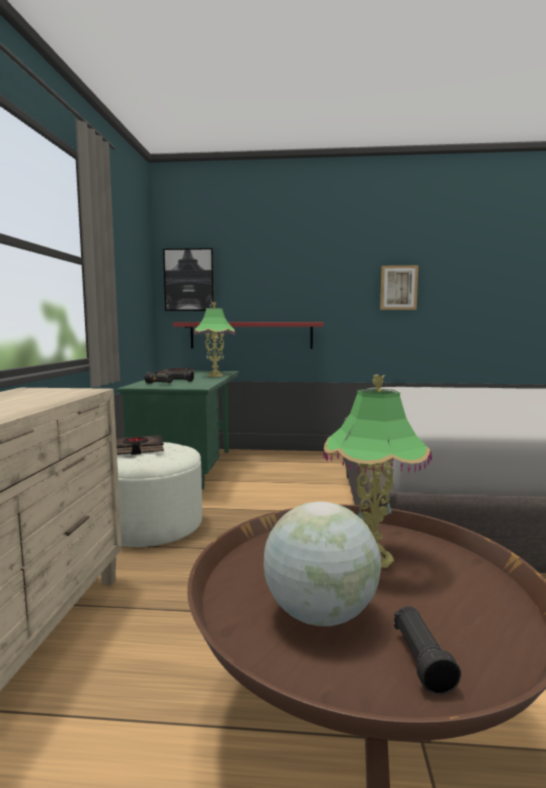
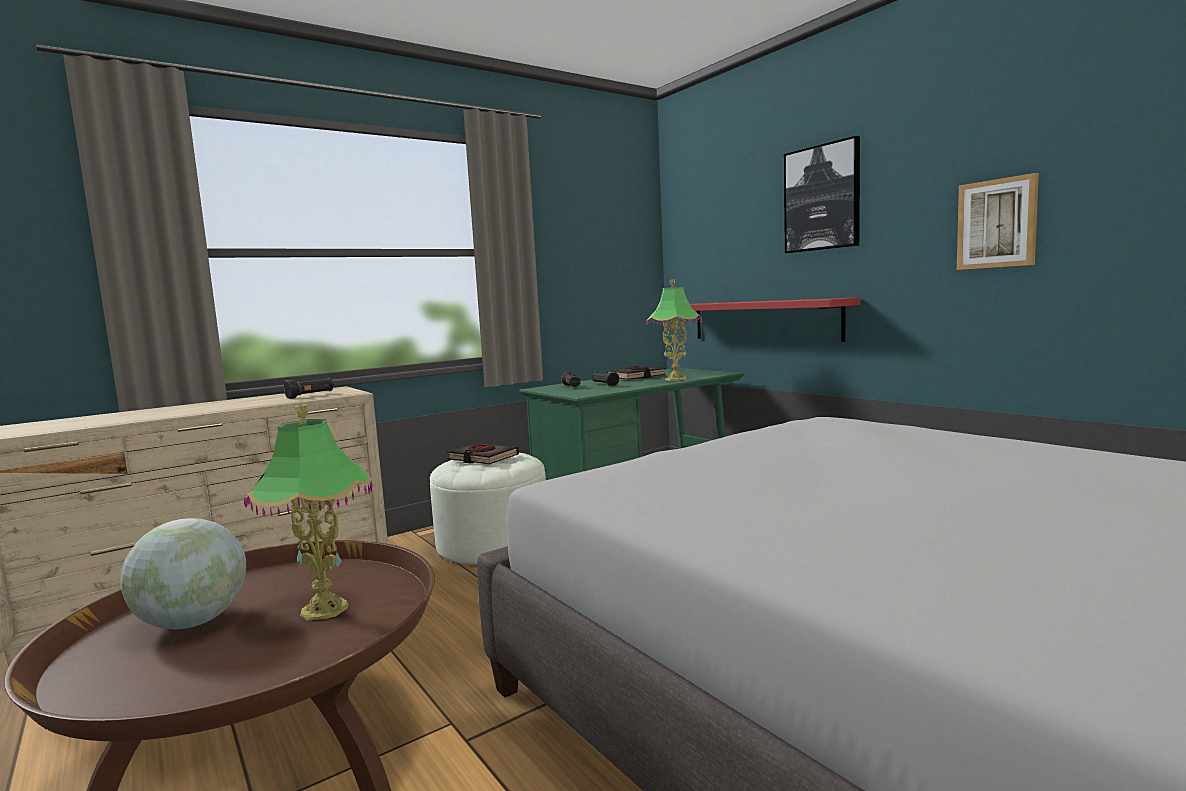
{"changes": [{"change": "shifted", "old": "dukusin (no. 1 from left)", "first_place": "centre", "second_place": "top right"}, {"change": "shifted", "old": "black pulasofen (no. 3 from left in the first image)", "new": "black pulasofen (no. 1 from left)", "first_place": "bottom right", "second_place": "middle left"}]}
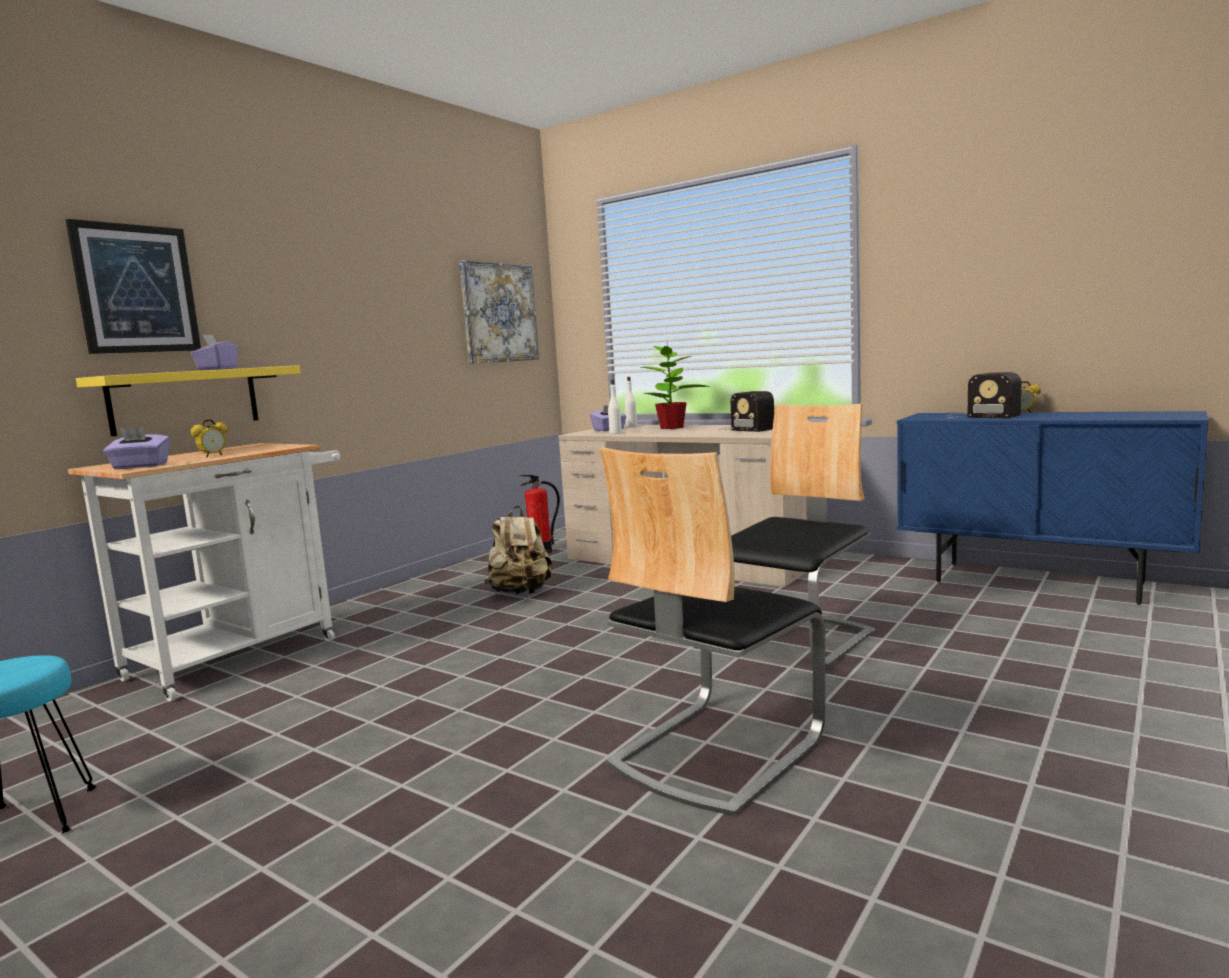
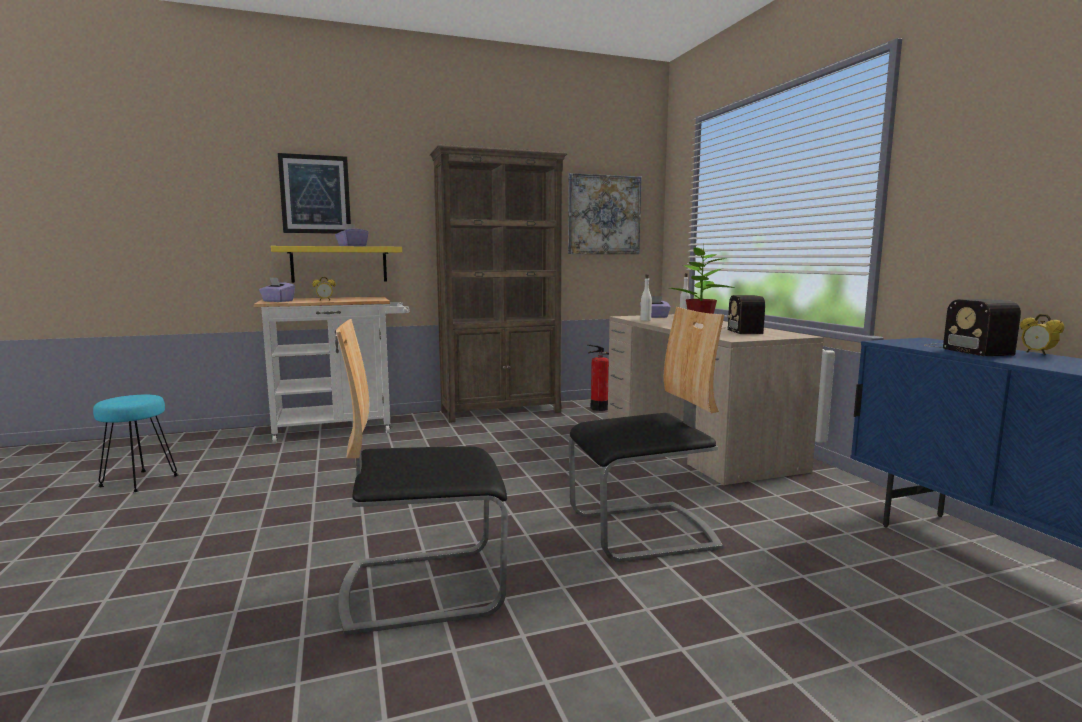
{"changes": [{"change": "gone", "old": "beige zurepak", "first_place": "centre"}, {"change": "new", "new": "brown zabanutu", "second_place": "centre"}]}
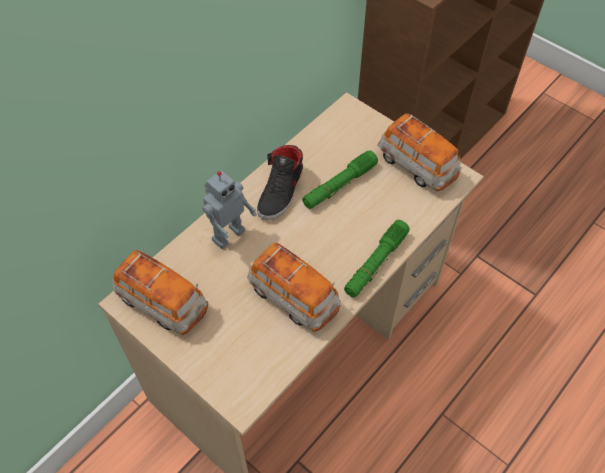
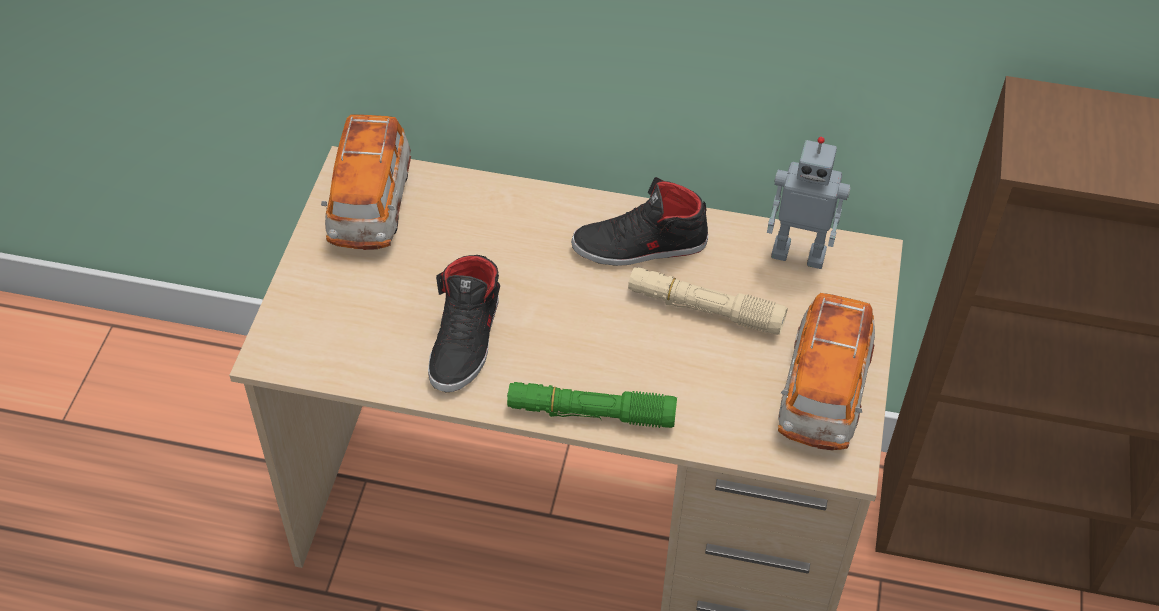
{"changes": [{"change": "shifted", "old": "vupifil", "first_place": "centre", "second_place": "top right"}, {"change": "swapped", "old": "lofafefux (no. 2 from left)", "new": "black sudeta (no. 1 from left)", "first_place": "centre", "second_place": "centre"}, {"change": "repainted", "old": "green pulasofen (no. 1 from left)", "new": "beige pulasofen", "first_place": "centre", "second_place": "centre"}]}
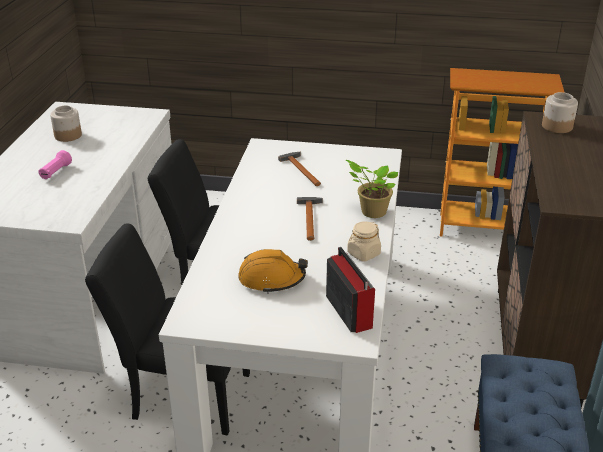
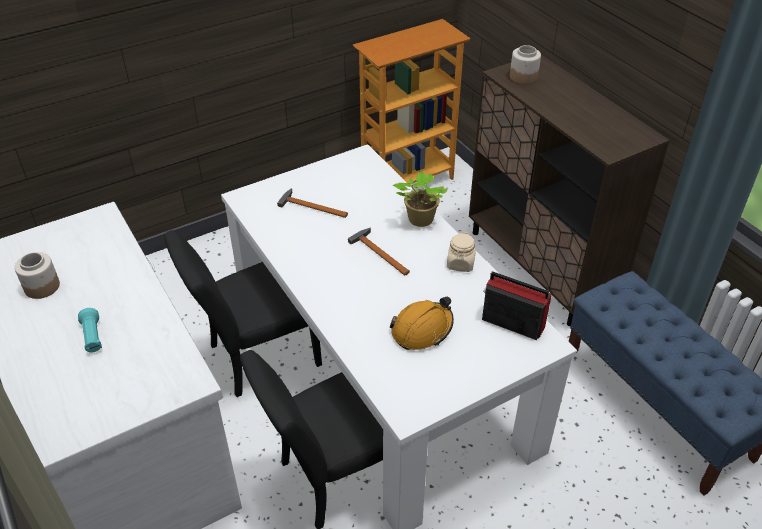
{"changes": [{"change": "repainted", "old": "pink pulasofen", "new": "turquoise pulasofen", "first_place": "middle left", "second_place": "middle left"}]}
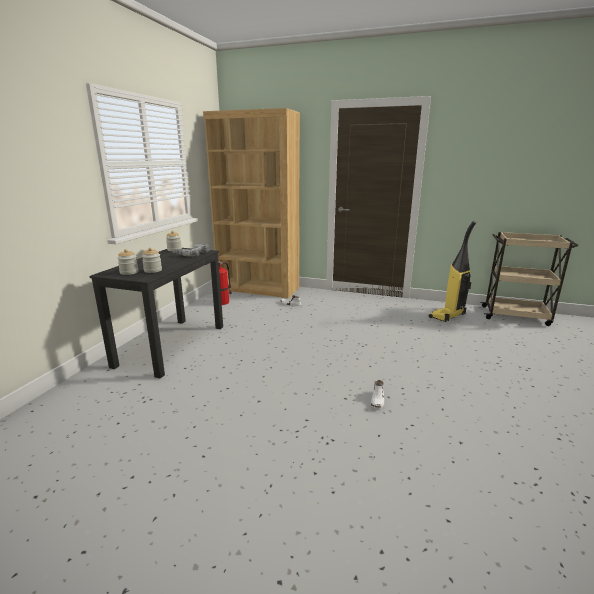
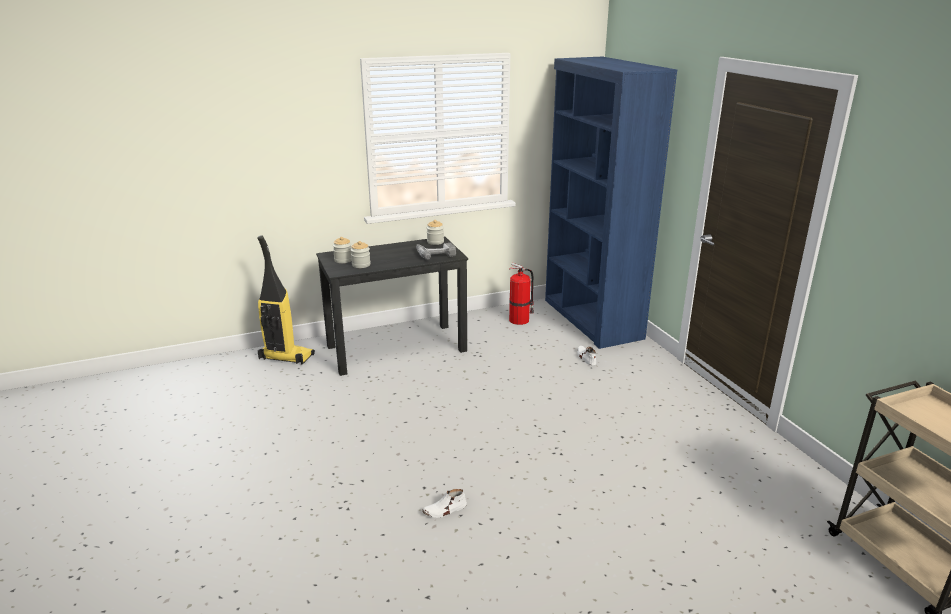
{"changes": [{"change": "shifted", "old": "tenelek", "first_place": "middle right", "second_place": "middle left"}, {"change": "repainted", "old": "brown zabanutu", "new": "blue zabanutu", "first_place": "centre", "second_place": "top centre"}]}
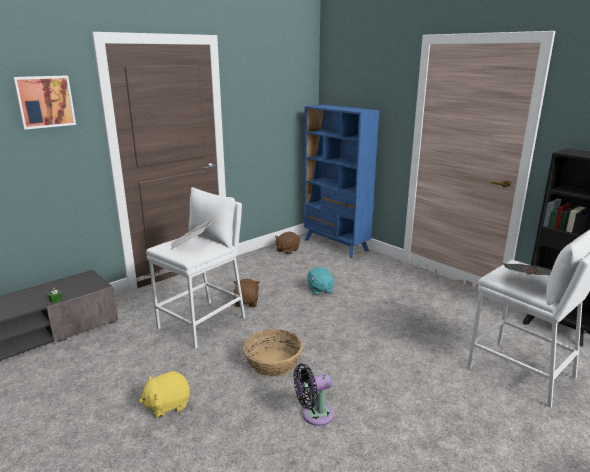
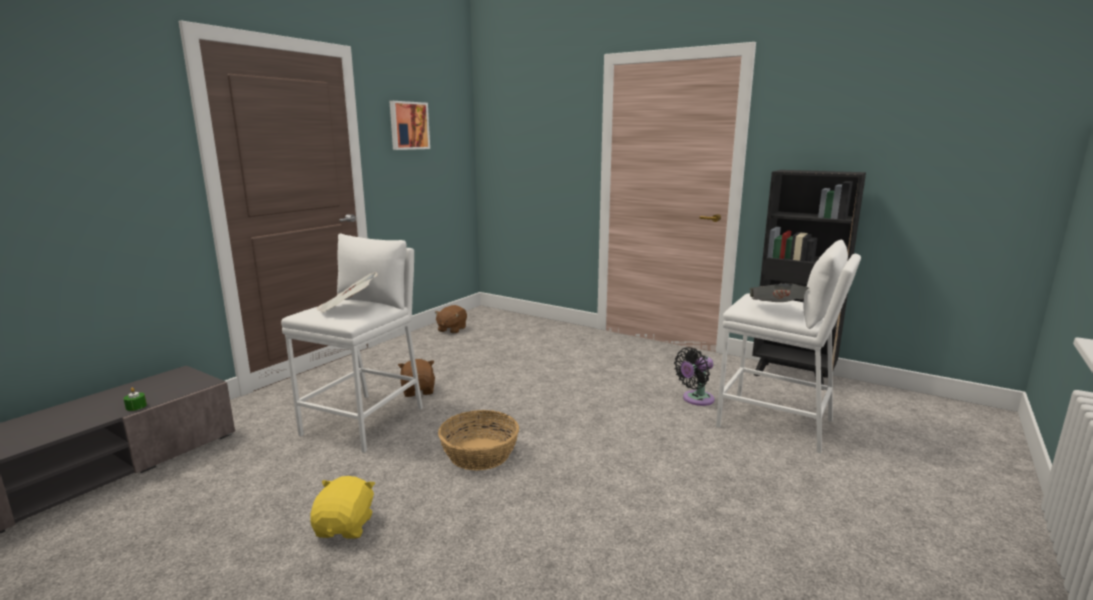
{"changes": [{"change": "gone", "old": "blue zabanutu", "first_place": "centre"}, {"change": "gone", "old": "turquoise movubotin", "first_place": "centre"}, {"change": "shifted", "old": "dukusin", "first_place": "top left", "second_place": "top centre"}, {"change": "shifted", "old": "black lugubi", "first_place": "bottom centre", "second_place": "centre"}, {"change": "rotated", "old": "yellow movubotin", "first_place": "bottom left", "second_place": "bottom left", "degrees": 135}]}
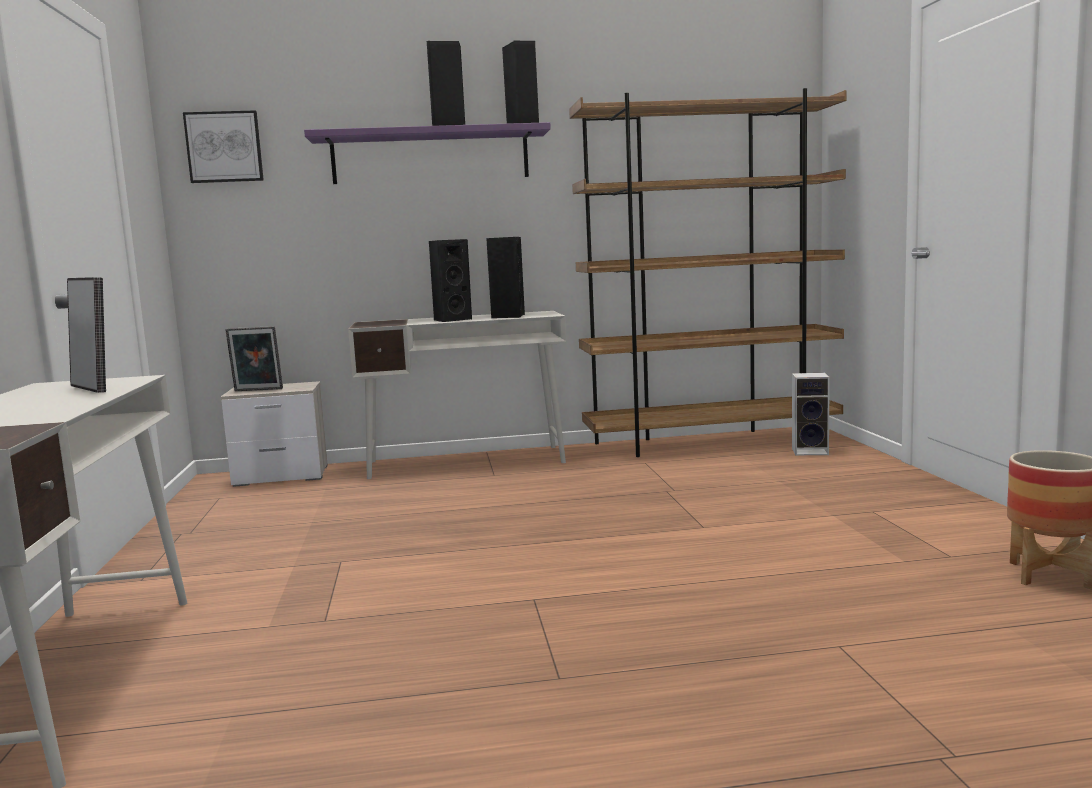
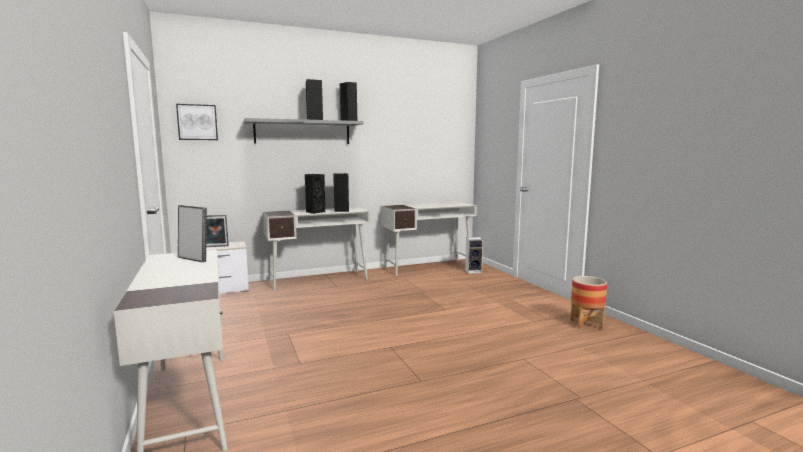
{"changes": [{"change": "swapped", "old": "brown zabanutu", "new": "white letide (no. 3 from left)", "first_place": "centre", "second_place": "centre"}, {"change": "repainted", "old": "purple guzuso", "new": "grey guzuso", "first_place": "top centre", "second_place": "top centre"}]}
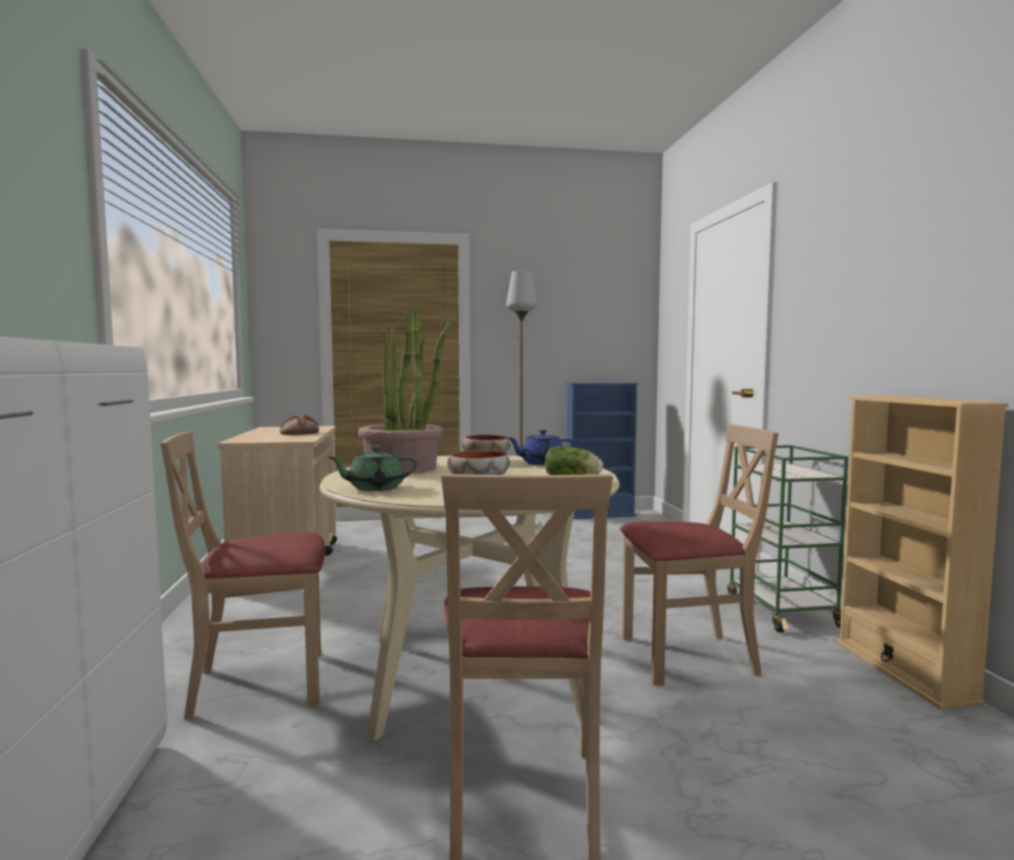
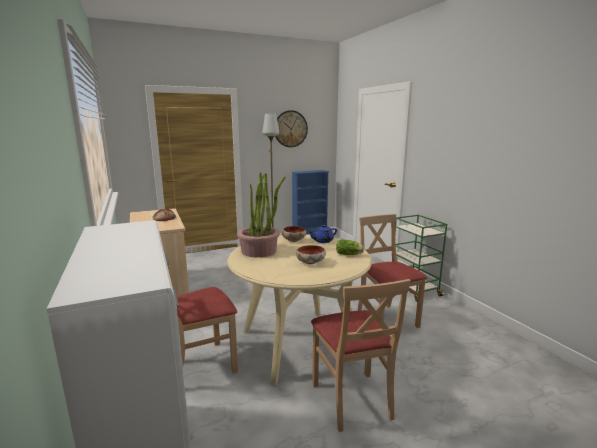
{"changes": [{"change": "gone", "old": "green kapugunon", "first_place": "centre"}, {"change": "gone", "old": "beige zabanutu", "first_place": "middle right"}, {"change": "new", "new": "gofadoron", "second_place": "top centre"}, {"change": "rotated", "old": "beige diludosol (no. 3 from left)", "first_place": "middle right", "second_place": "centre", "degrees": -90}]}
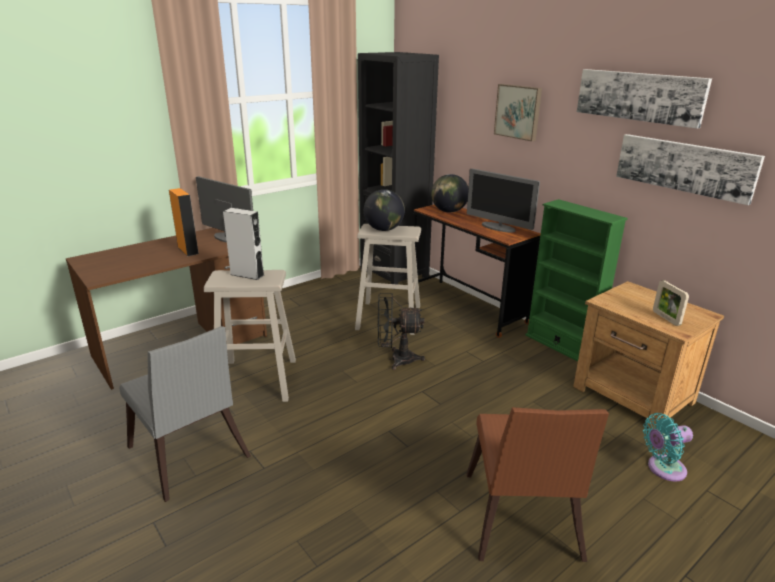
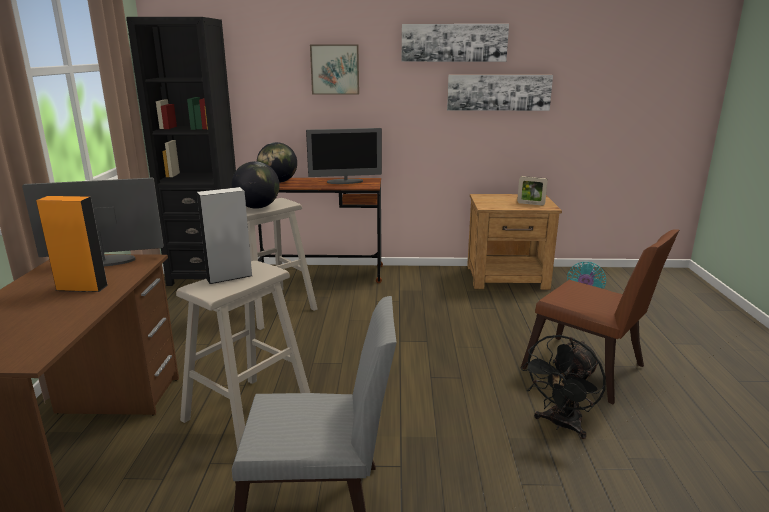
{"changes": [{"change": "gone", "old": "green zabanutu", "first_place": "middle right"}, {"change": "shifted", "old": "black lugubi", "first_place": "centre", "second_place": "bottom right"}]}
